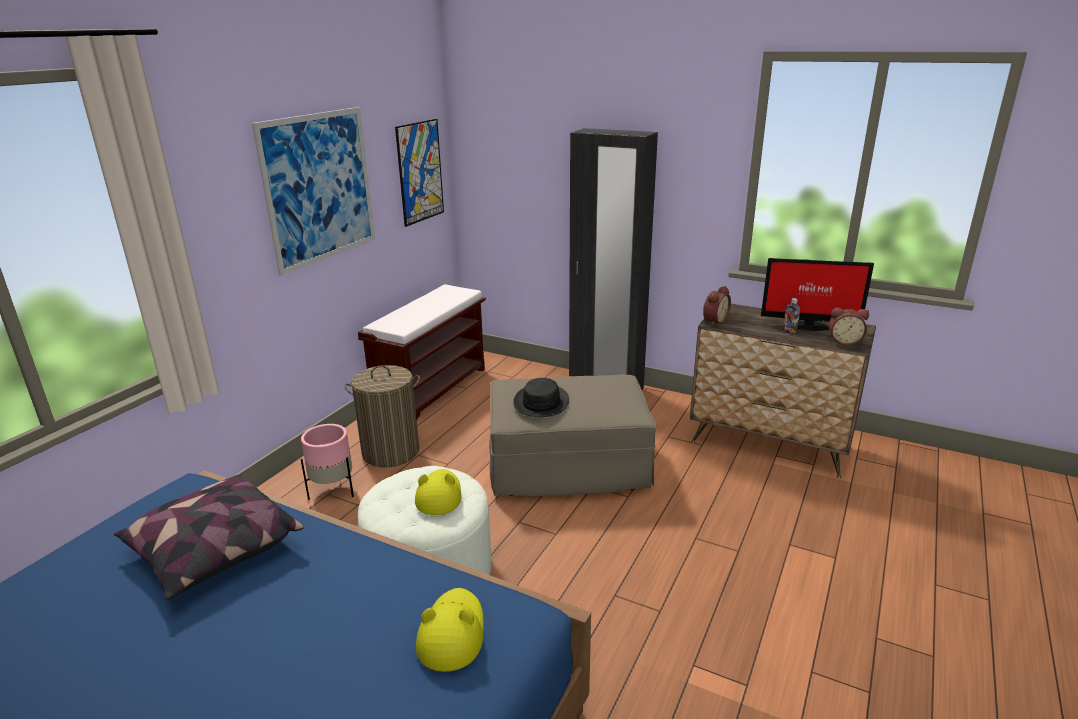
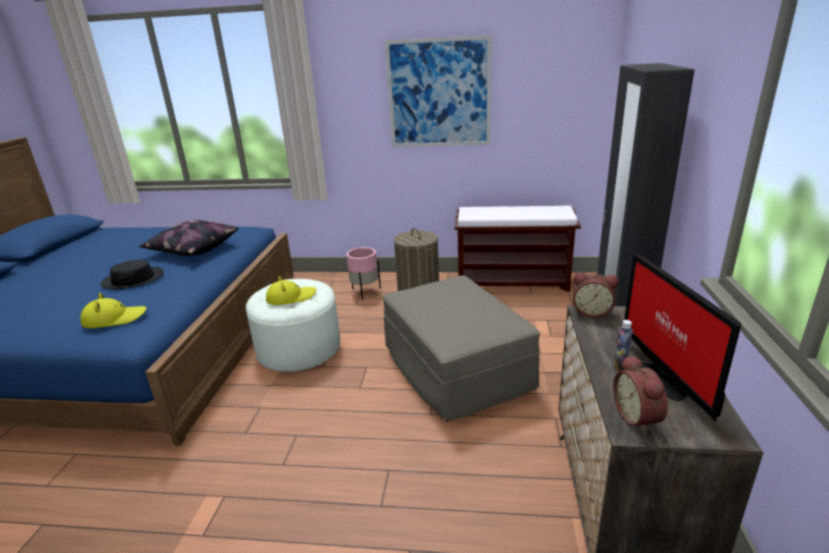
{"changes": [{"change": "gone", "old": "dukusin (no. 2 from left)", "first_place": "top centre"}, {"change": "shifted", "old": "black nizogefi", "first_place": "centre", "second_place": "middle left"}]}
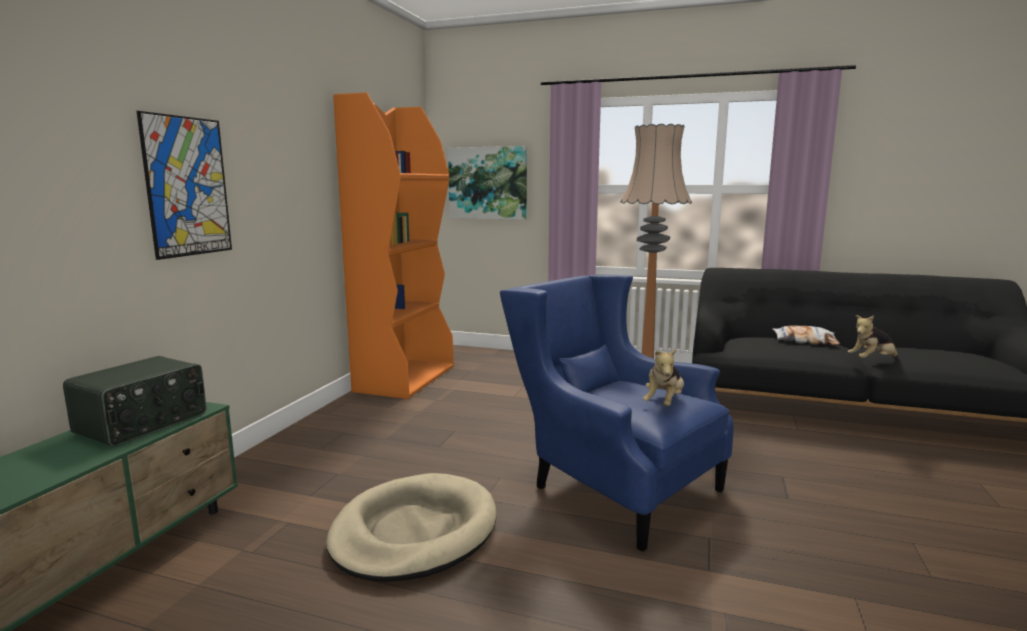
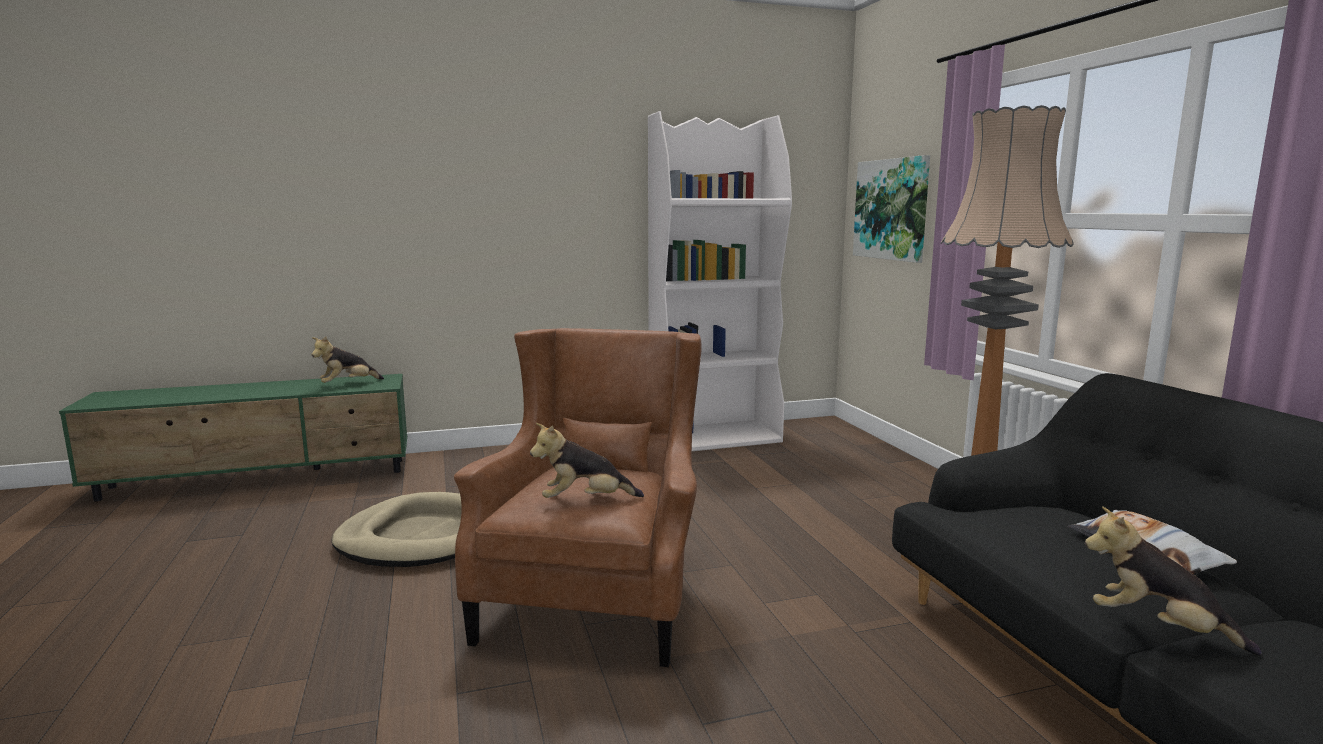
{"changes": [{"change": "gone", "old": "dukusin (no. 1 from left)", "first_place": "top left"}, {"change": "swapped", "old": "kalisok", "new": "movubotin (no. 1 from left)", "first_place": "middle left", "second_place": "middle left"}, {"change": "repainted", "old": "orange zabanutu", "new": "white zabanutu", "first_place": "centre", "second_place": "centre"}, {"change": "repainted", "old": "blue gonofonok", "new": "brown gonofonok", "first_place": "centre", "second_place": "bottom centre"}]}
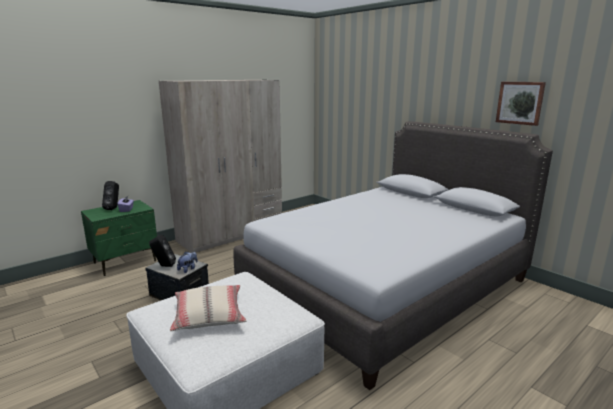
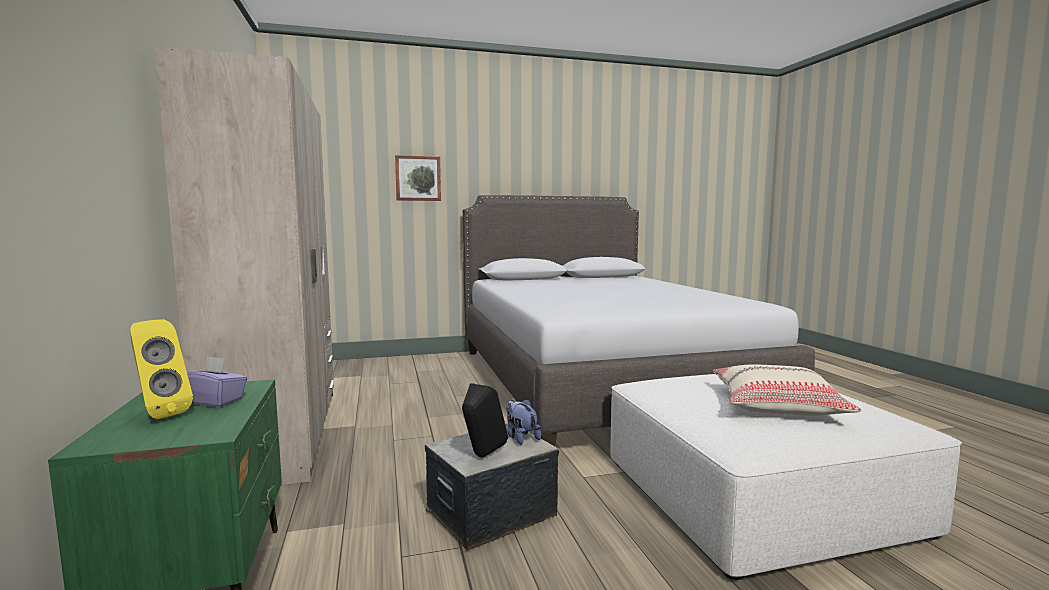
{"changes": [{"change": "shifted", "old": "dukusin", "first_place": "top right", "second_place": "top centre"}, {"change": "repainted", "old": "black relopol (no. 1 from left)", "new": "yellow relopol", "first_place": "middle left", "second_place": "middle left"}]}
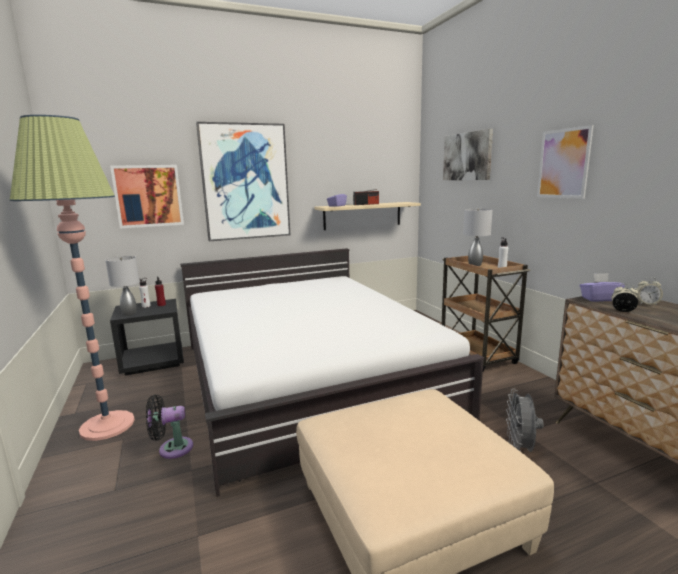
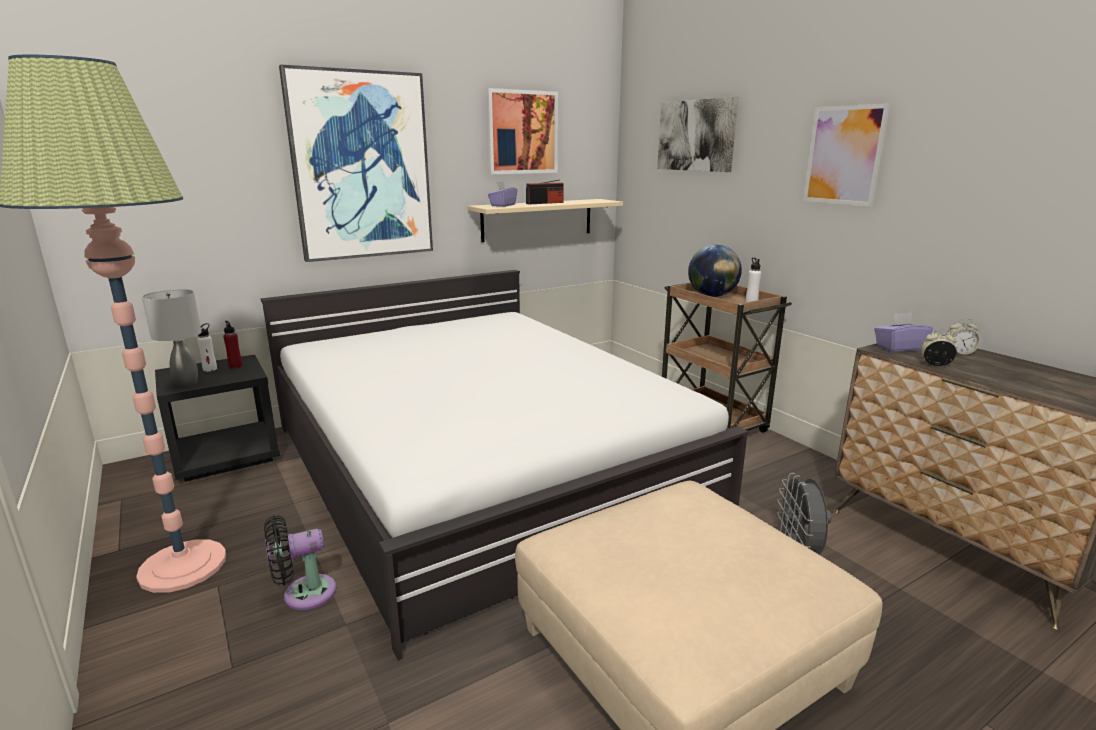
{"changes": [{"change": "shifted", "old": "dukusin (no. 1 from left in the first image)", "new": "dukusin (no. 2 from left)", "first_place": "middle left", "second_place": "top centre"}, {"change": "swapped", "old": "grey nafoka (no. 2 from left)", "new": "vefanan", "first_place": "middle right", "second_place": "centre"}]}
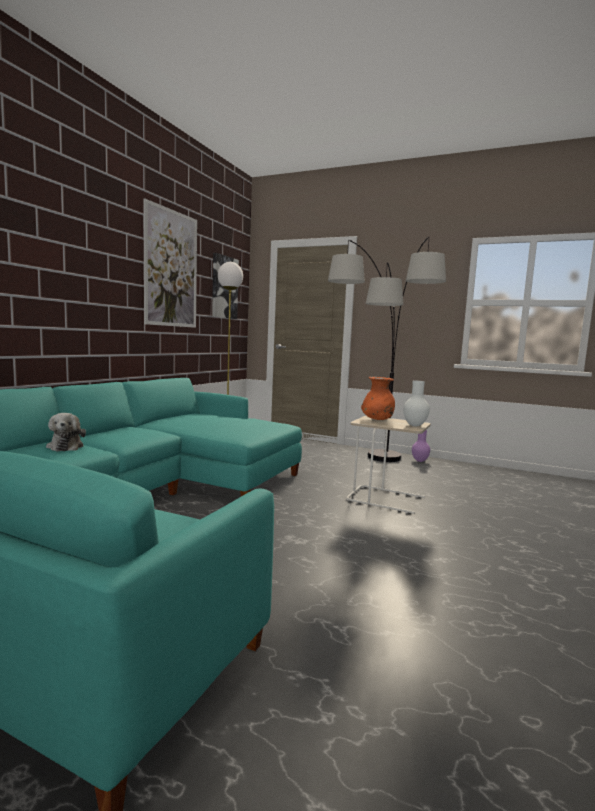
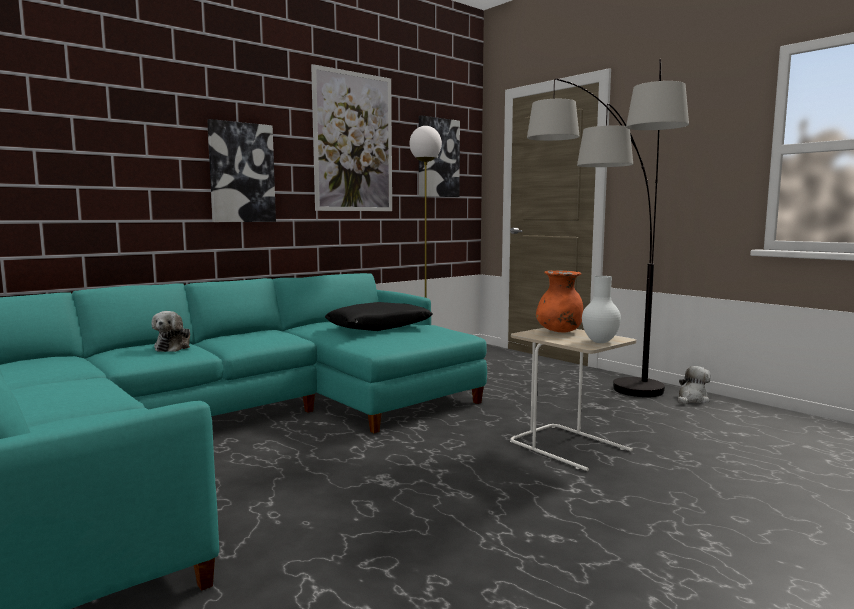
{"changes": [{"change": "new", "new": "dukusin (no. 1 from left)", "second_place": "top left"}, {"change": "new", "new": "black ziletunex", "second_place": "centre"}, {"change": "swapped", "old": "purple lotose", "new": "movubotin (no. 2 from left)", "first_place": "middle right", "second_place": "middle right"}]}
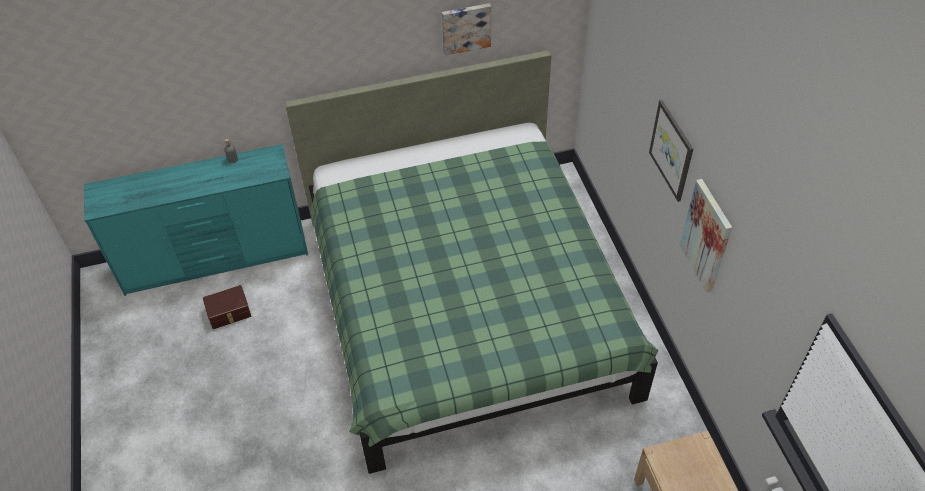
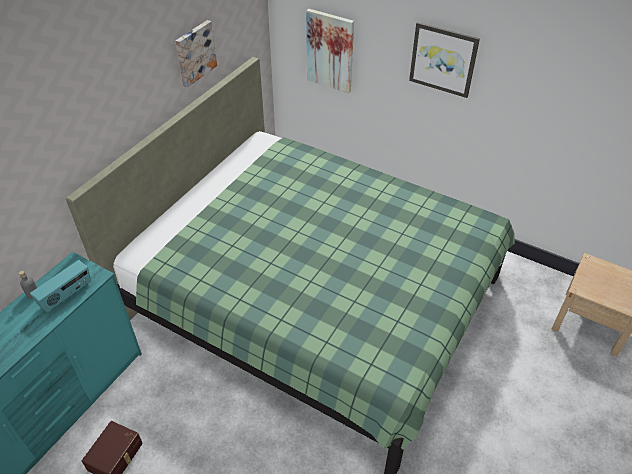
{"changes": [{"change": "new", "new": "kalisok", "second_place": "middle left"}, {"change": "shifted", "old": "dukusin (no. 3 from left in the first image)", "new": "dukusin (no. 2 from left)", "first_place": "middle right", "second_place": "top centre"}]}
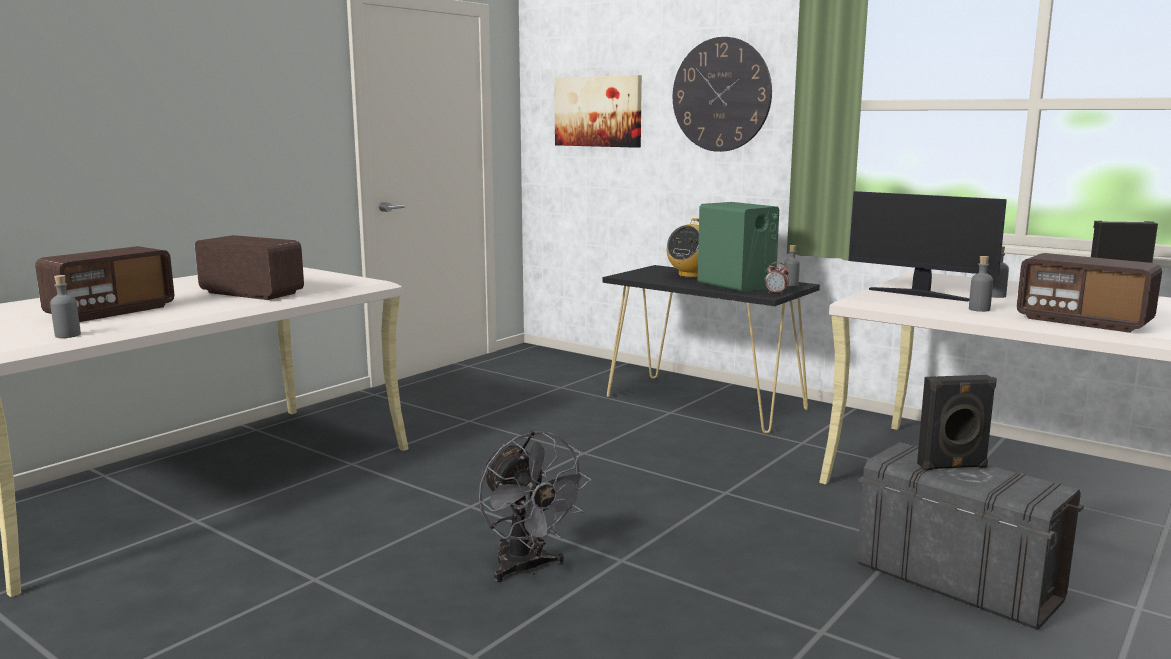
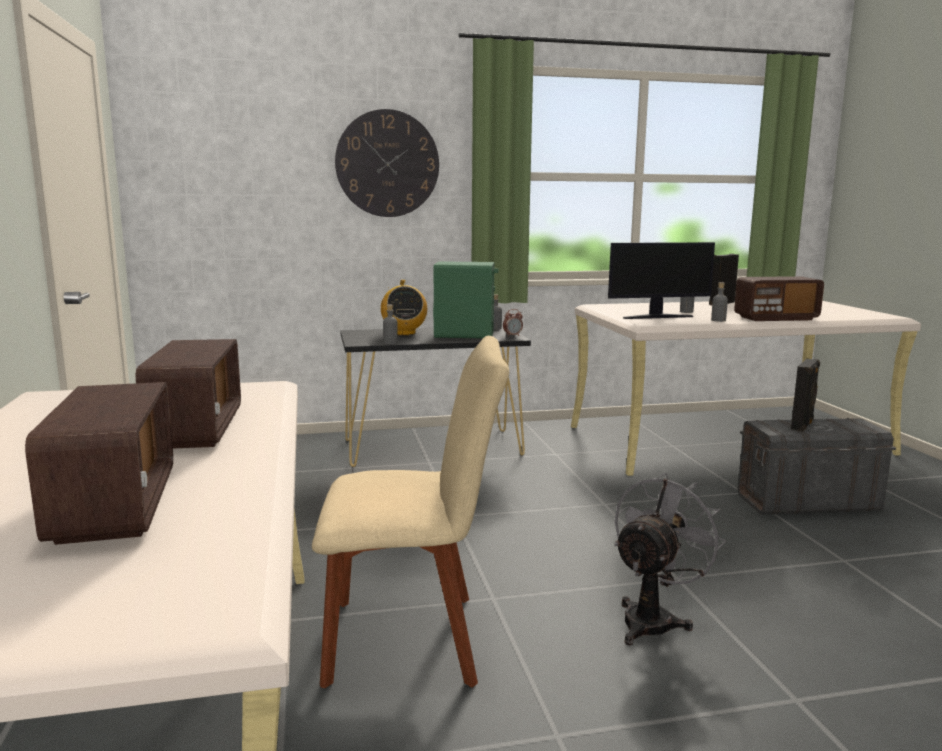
{"changes": [{"change": "gone", "old": "dukusin", "first_place": "top centre"}, {"change": "new", "new": "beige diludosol", "second_place": "bottom centre"}, {"change": "shifted", "old": "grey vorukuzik (no. 1 from left)", "first_place": "middle left", "second_place": "centre"}, {"change": "rotated", "old": "kalisok (no. 2 from left)", "first_place": "middle left", "second_place": "middle left", "degrees": 105}, {"change": "rotated", "old": "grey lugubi", "first_place": "bottom centre", "second_place": "bottom right", "degrees": -60}]}
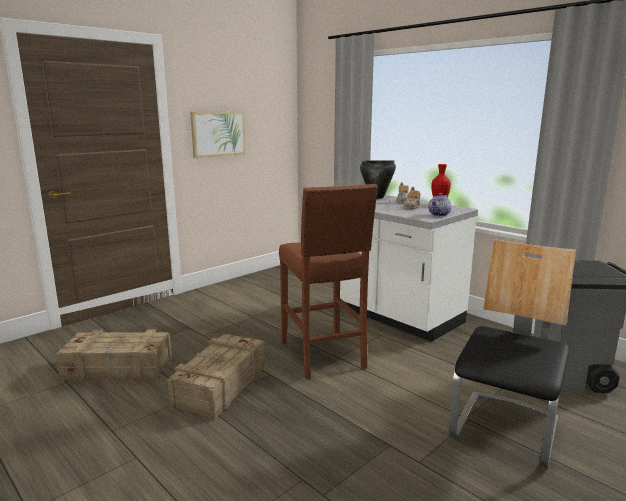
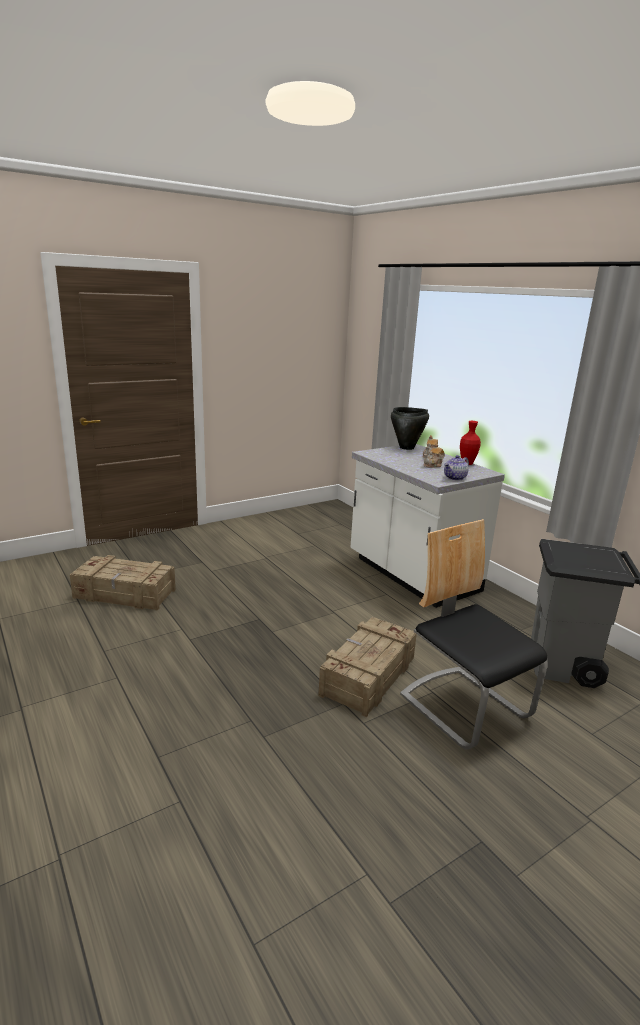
{"changes": [{"change": "gone", "old": "dukusin", "first_place": "top centre"}, {"change": "gone", "old": "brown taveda", "first_place": "centre"}, {"change": "shifted", "old": "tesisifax (no. 2 from left)", "first_place": "bottom centre", "second_place": "centre"}, {"change": "rotated", "old": "diludosol", "first_place": "bottom right", "second_place": "middle right", "degrees": -75}]}
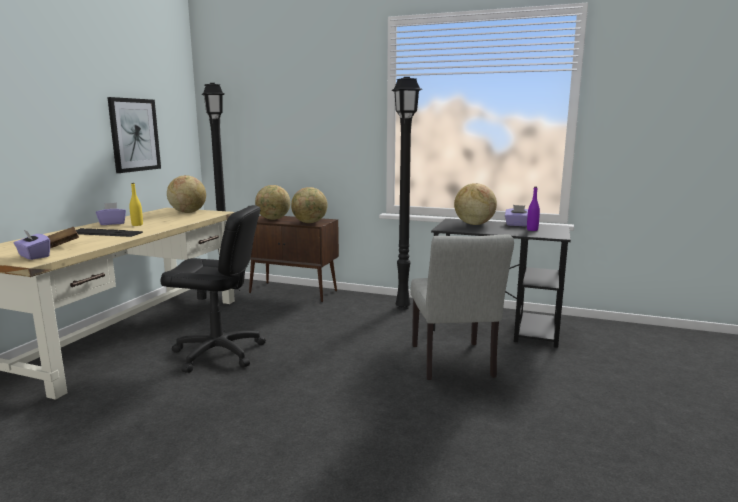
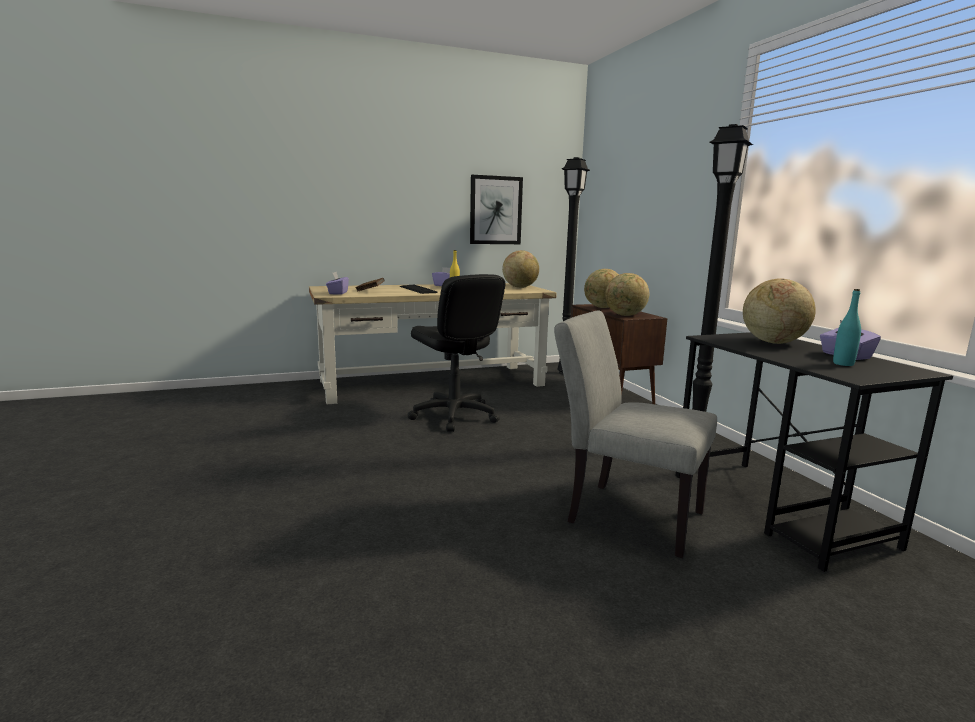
{"changes": [{"change": "repainted", "old": "purple vorukuzik", "new": "turquoise vorukuzik", "first_place": "middle right", "second_place": "middle right"}, {"change": "rotated", "old": "grey diludosol", "first_place": "centre", "second_place": "centre", "degrees": 75}]}
